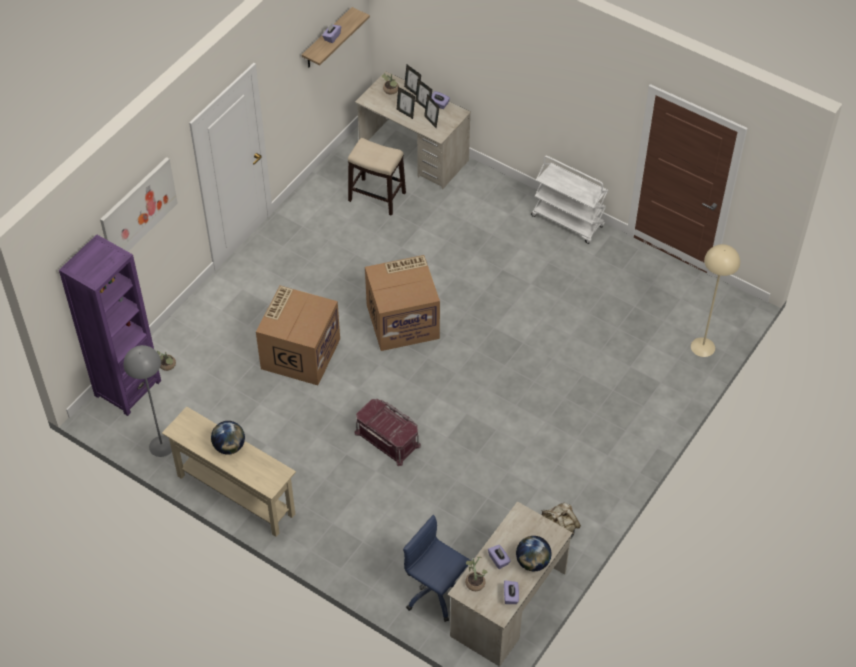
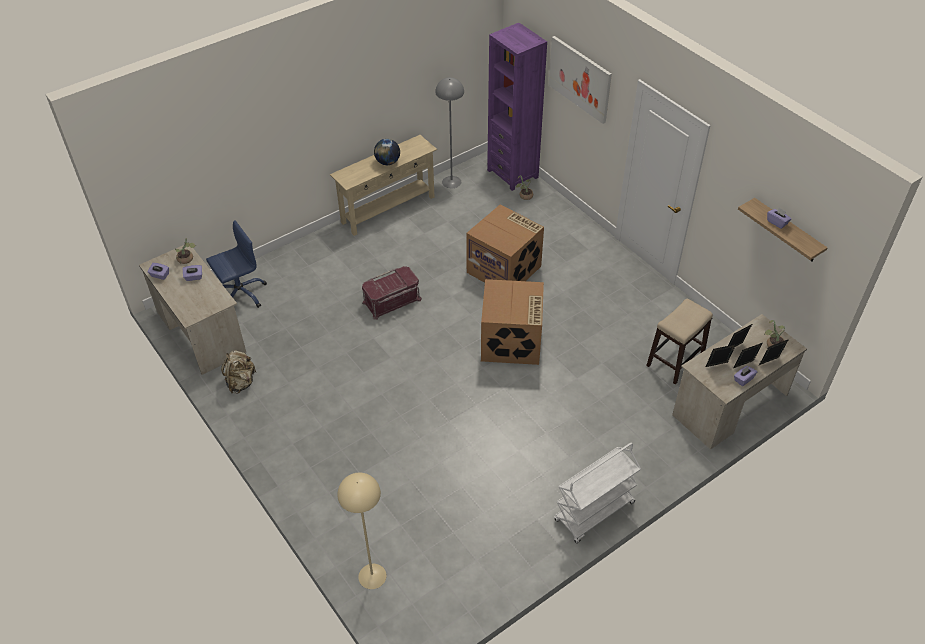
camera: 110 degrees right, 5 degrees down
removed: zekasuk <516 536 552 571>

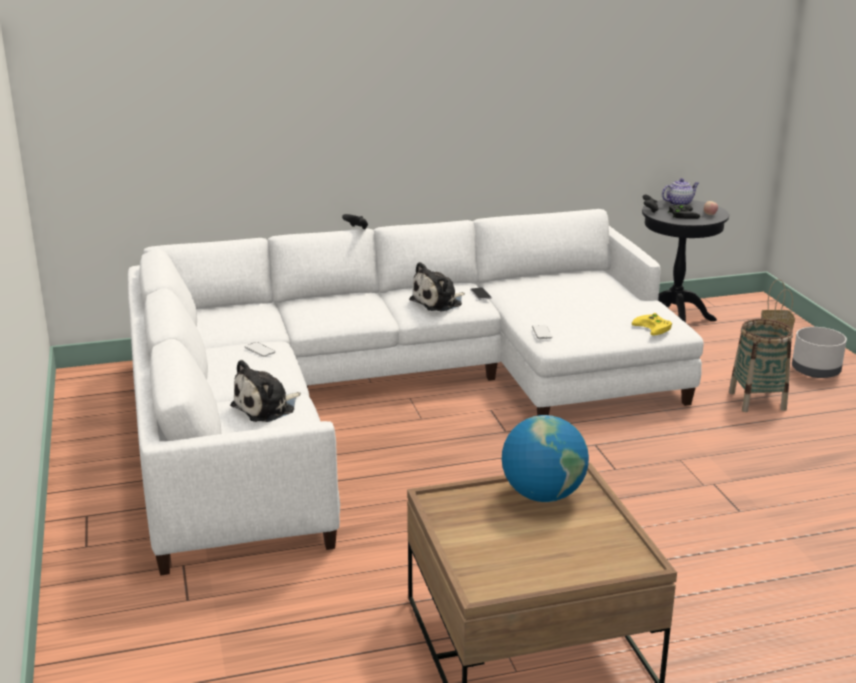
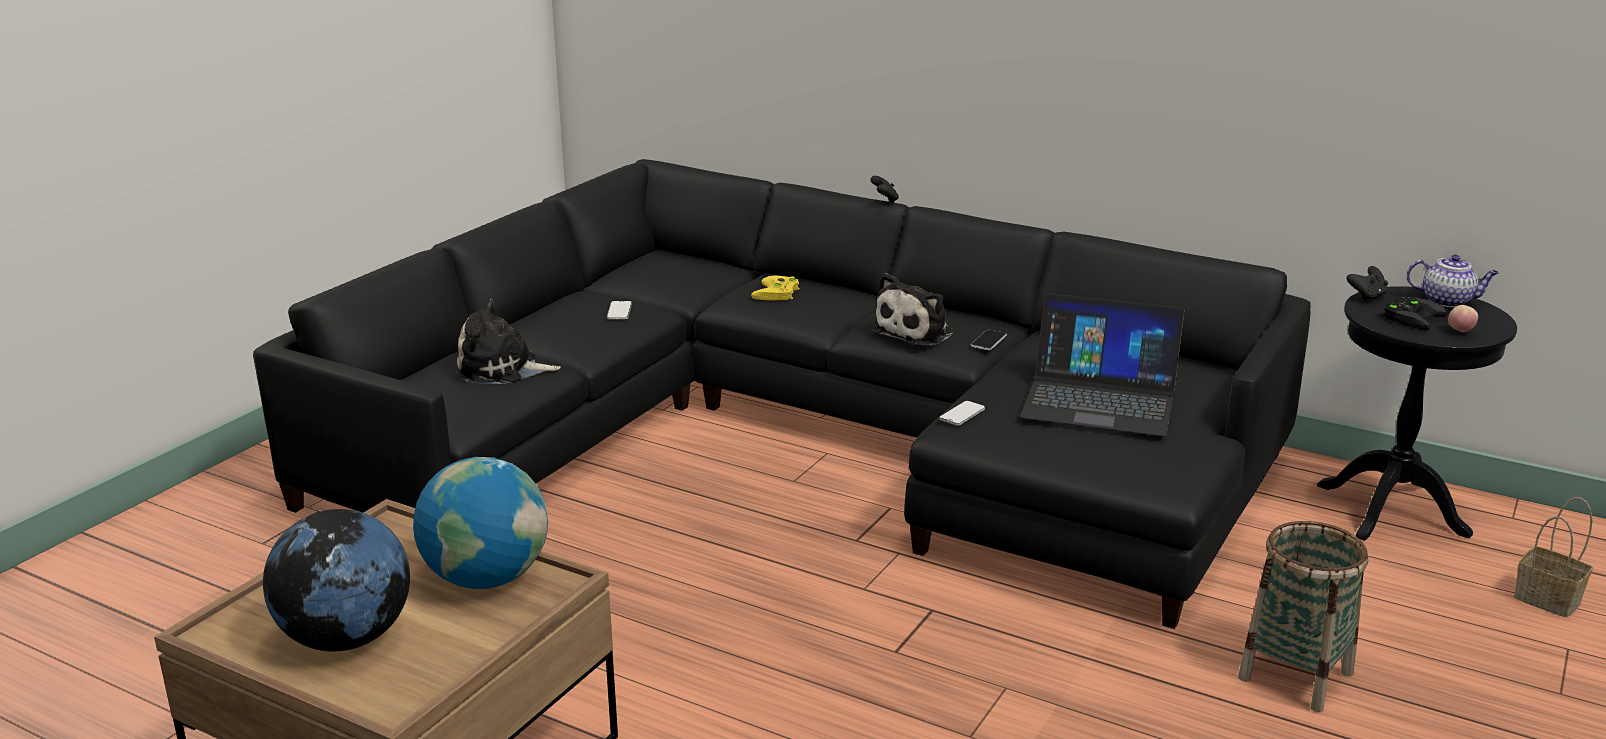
camera: 45 degrees right, 0 degrees up
removed: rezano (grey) <792 327 847 378>
added: zekasuk <263 509 410 651>; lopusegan <1020 293 1185 436>
moved: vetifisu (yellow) <632 313 672 336> to <751 275 799 300>
recoloured: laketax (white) <127 209 704 576> to laketax (black) <253 159 1310 629>
turned: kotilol <409 262 465 312> = <871 273 954 346> 60 degrees counterclockwise

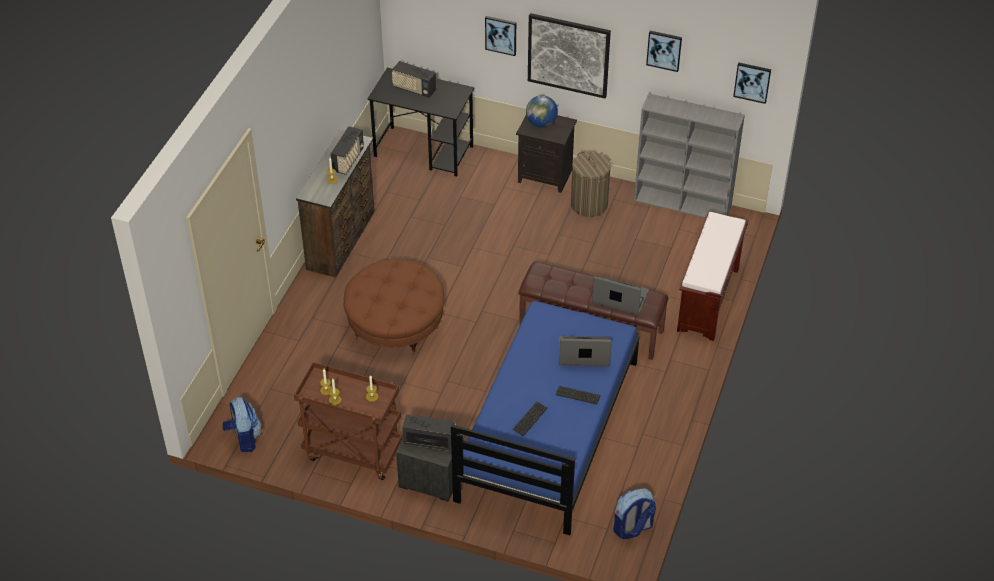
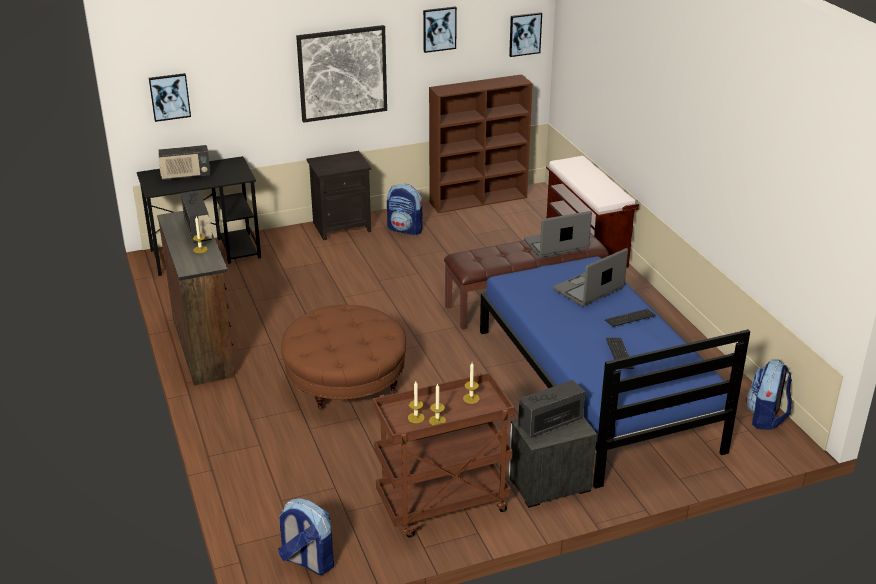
camera: 40 degrees left, 15 degrees down
removed: zekasuk <526 95 558 127>
moved: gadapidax <485 16 516 56> to <149 73 191 122>
replaced: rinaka <571 152 611 217> to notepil <387 184 423 235>
recoloured: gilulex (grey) <634 93 745 218> to gilulex (brown) <429 74 533 213>

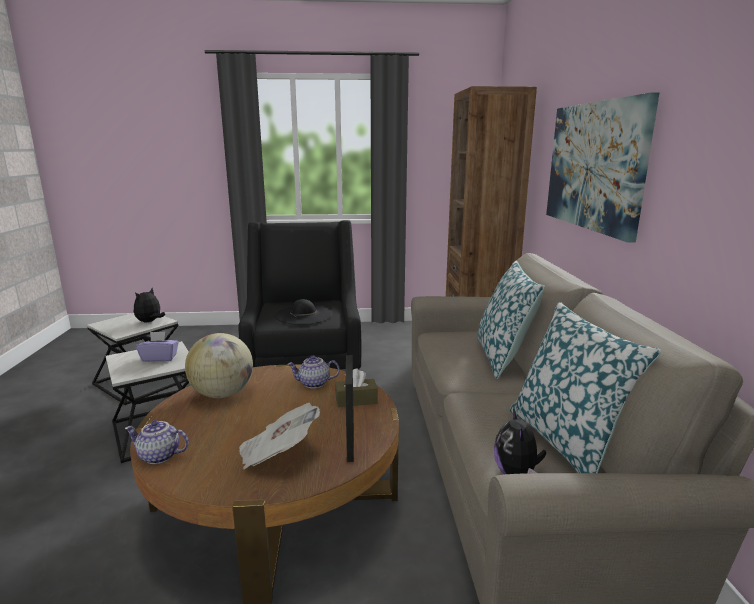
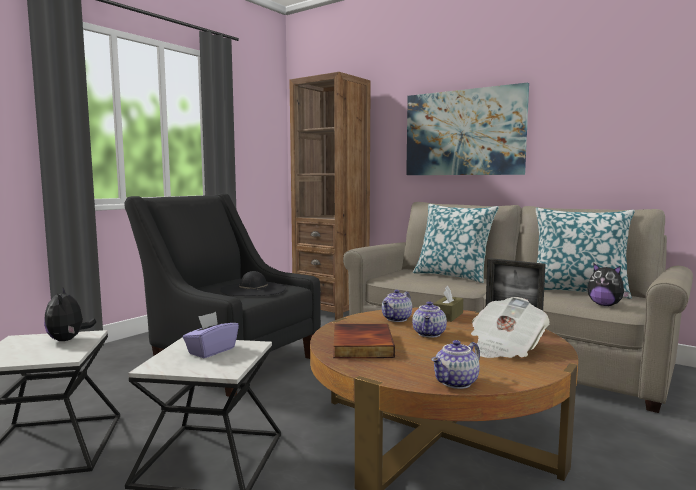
camera: 50 degrees left, 10 degrees down
added: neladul <412 301 447 338>
replaced: zekasuk <185 333 253 398> to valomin <333 324 395 358>

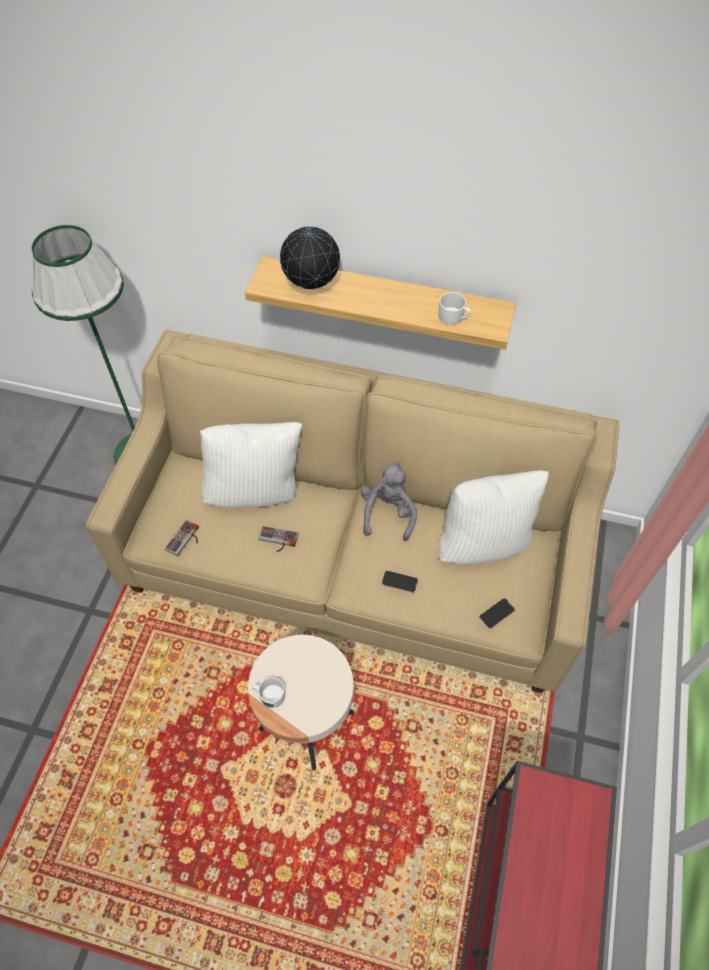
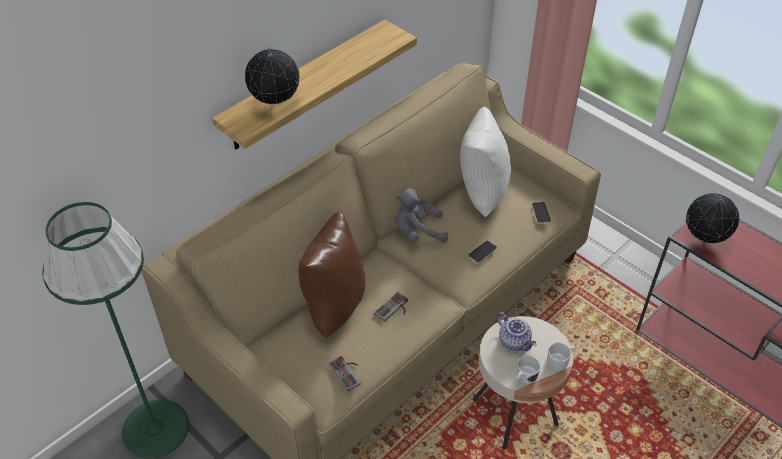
camera: 60 degrees left, 10 degrees down
added: neladul <497 312 537 351>; zekasuk <686 193 739 243>
moved: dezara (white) <438 292 471 325> to <547 342 575 370>
recoloured: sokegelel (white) <200 422 302 508> to sokegelel (brown) <298 211 366 339>
turned: kotilol (grey) <361 462 417 541> = <395 188 448 243> 45 degrees counterclockwise

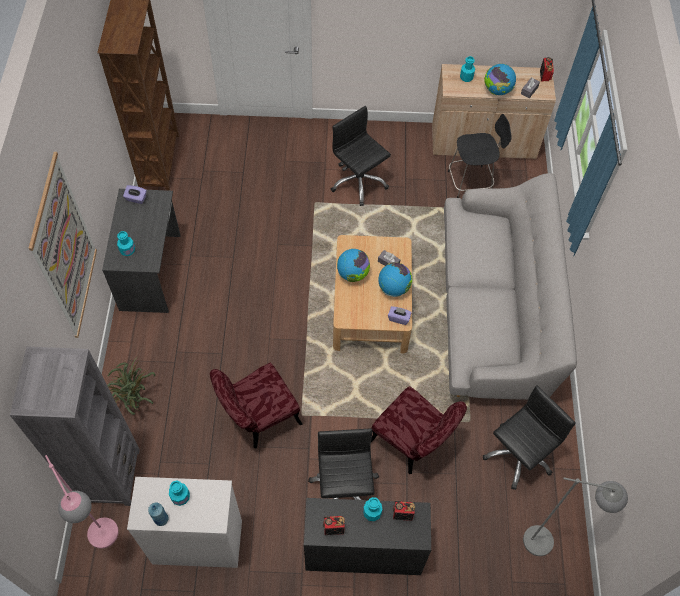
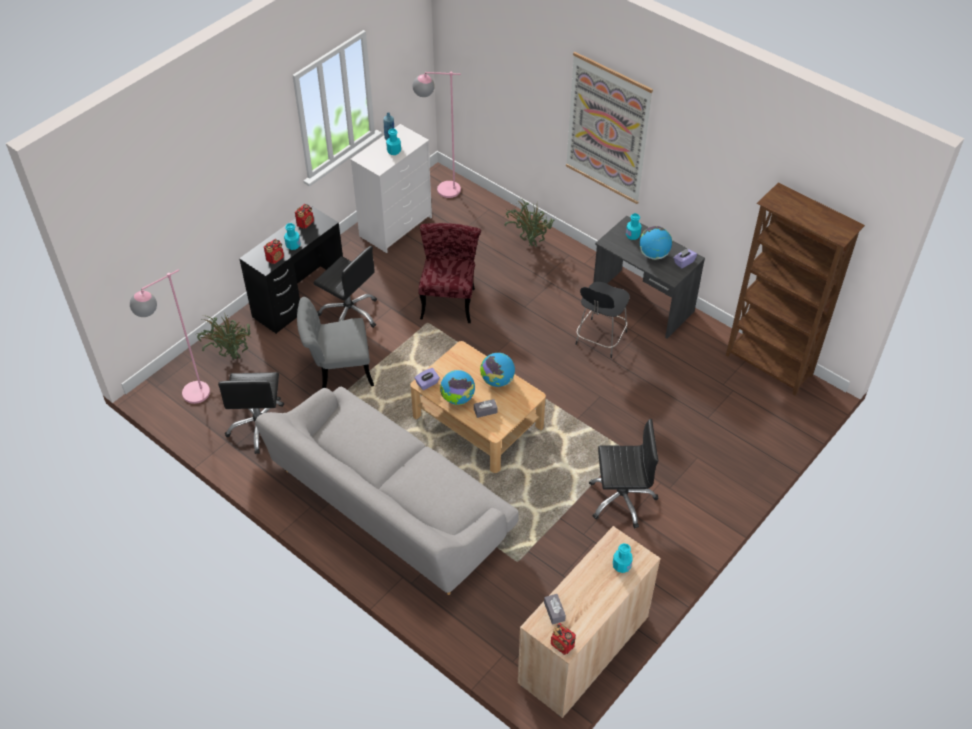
camera: 130 degrees right, 10 degrees down
removed: gilulex (grey) <10 347 140 506>
added: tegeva <197 313 251 360>
moved: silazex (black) <448 114 512 198> to <575 282 630 358>; zekasuk <484 64 516 95> to <640 226 672 260>
recoloured: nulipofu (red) <371 386 467 474> to nulipofu (grey) <297 297 374 388>; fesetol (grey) <523 477 628 556> to fesetol (pink) <130 270 210 404>

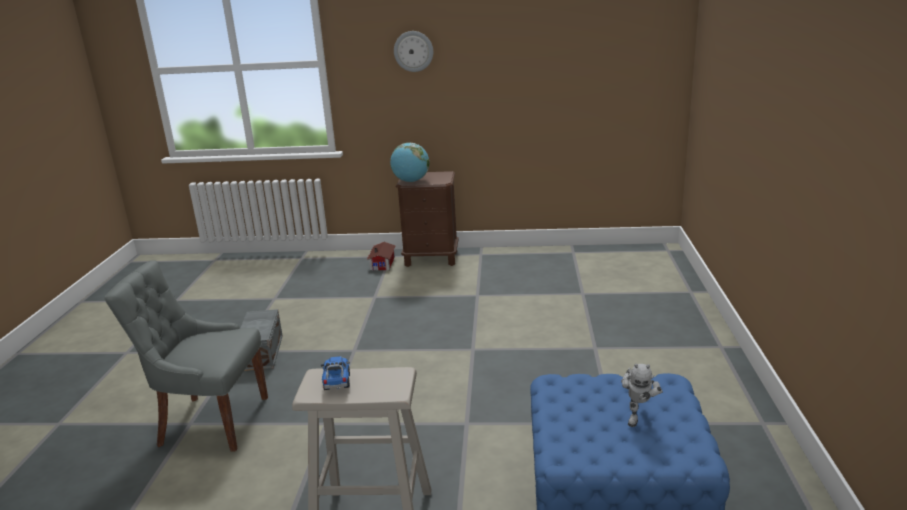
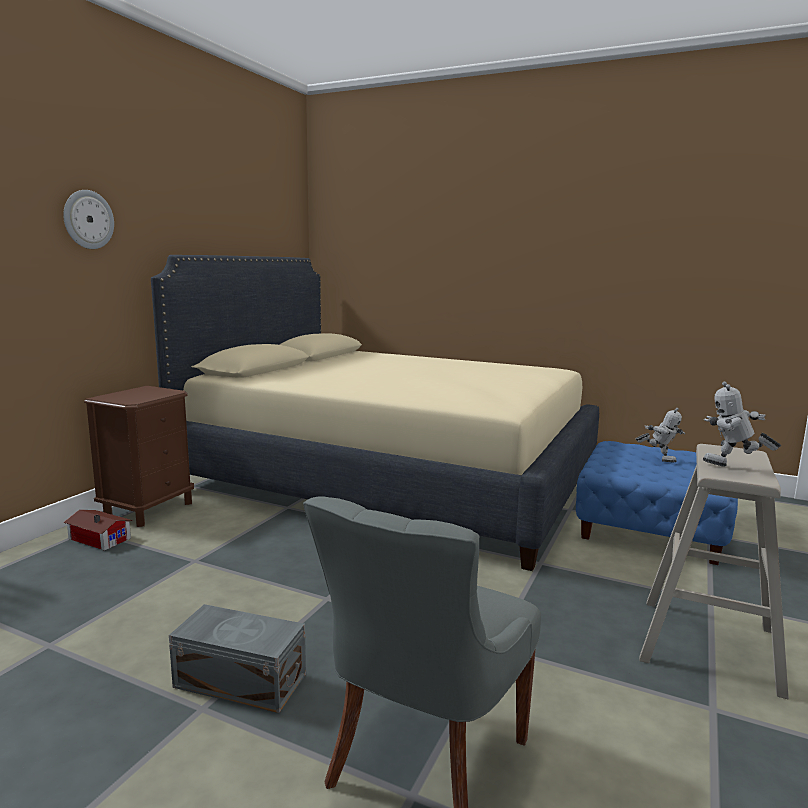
camera: 70 degrees left, 10 degrees down
removed: zekasuk <390 143 430 182>
added: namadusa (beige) <151 255 599 571>
replaced: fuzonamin <321 356 350 390> to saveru <703 382 781 467>

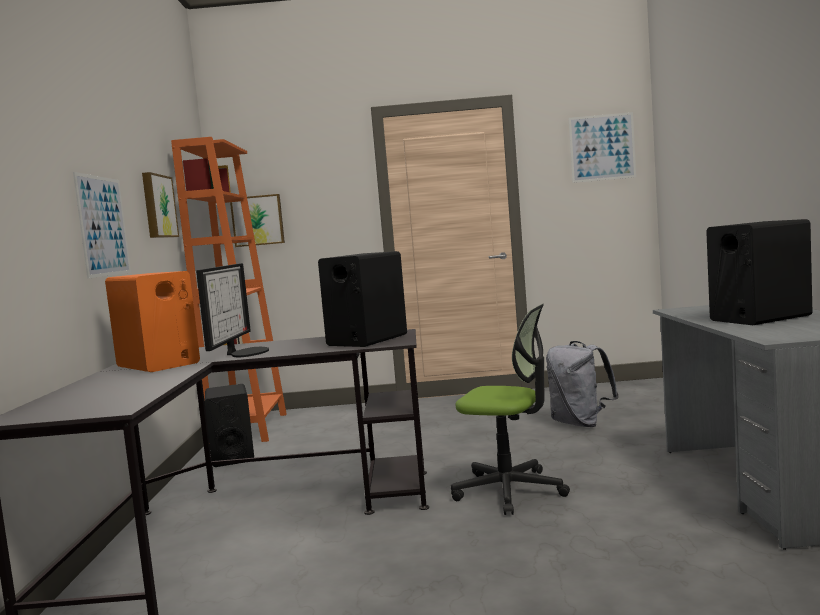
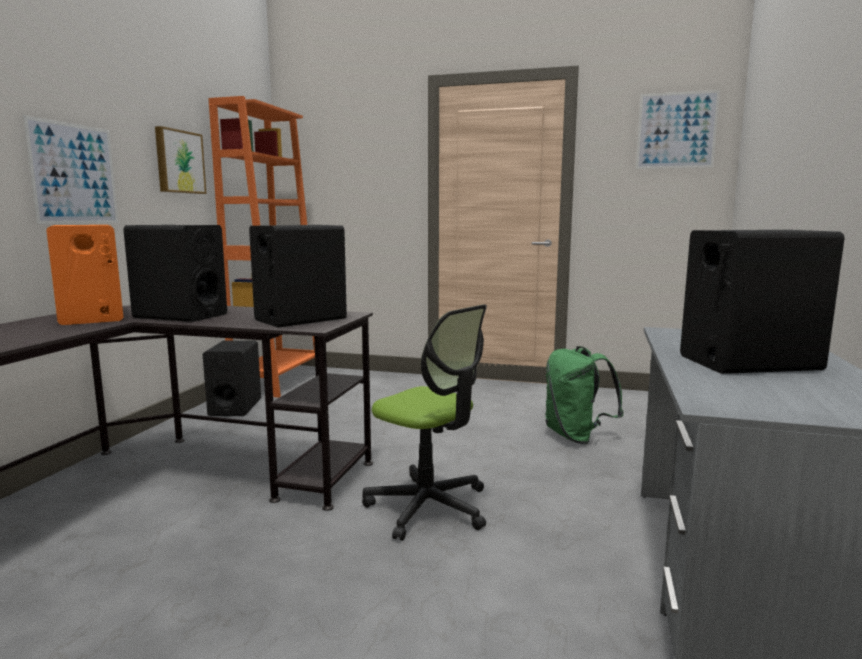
camera: 15 degrees right, 5 degrees up
removed: gadapidax <230 194 285 247>
replaced: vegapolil <196 263 269 358> to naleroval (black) <123 225 227 322>
recoloured: notepil (grey) <546 341 619 427> to notepil (green) <545 346 624 444>

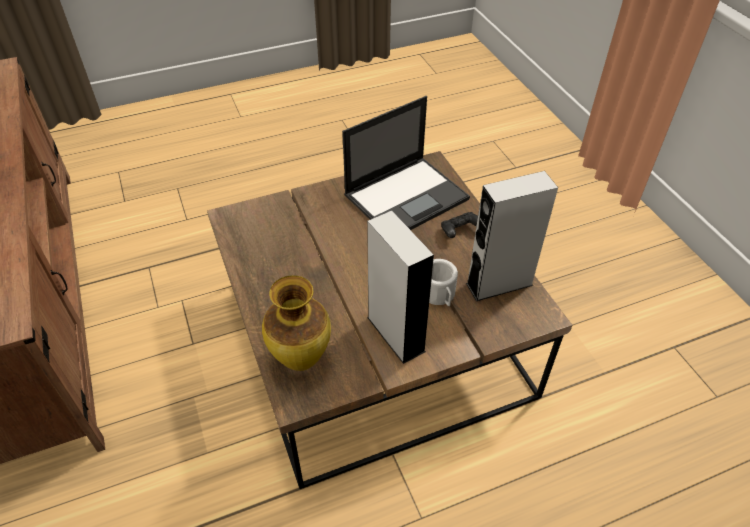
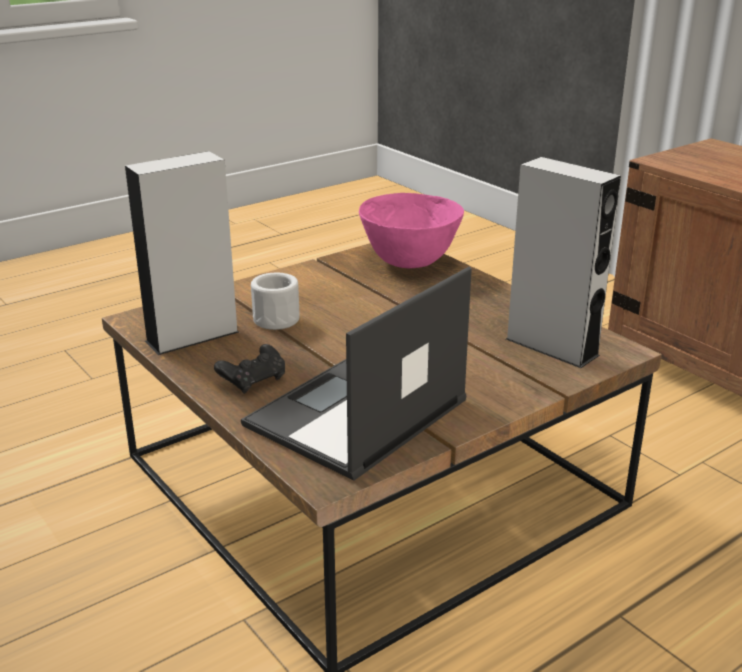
camera: 165 degrees right, 20 degrees down
moved: naleroval (grey) <367 211 434 364> to <506 157 621 368>
replaced: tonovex <262 275 331 371> to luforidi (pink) <359 193 464 268>

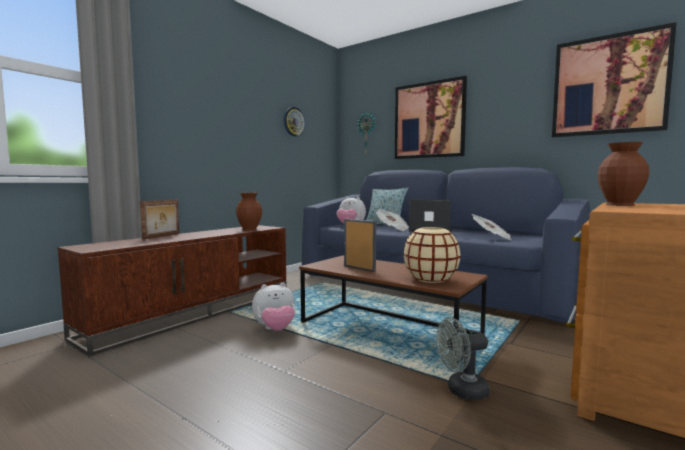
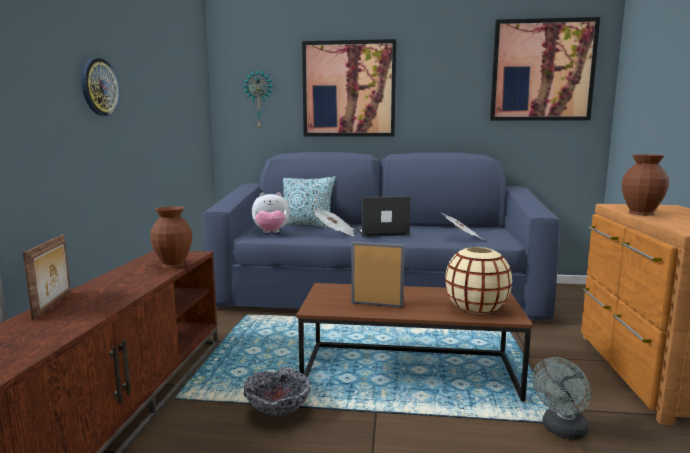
camera: 30 degrees left, 5 degrees up
moved: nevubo <284 107 305 137> to <81 58 120 116>
replaced: kotilol <252 283 295 331> to luforidi <244 367 312 416>

